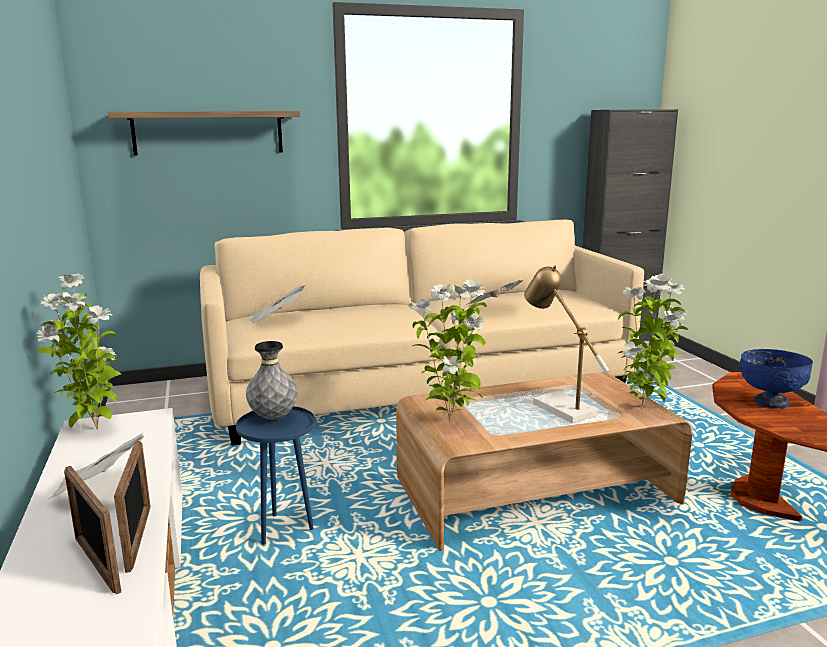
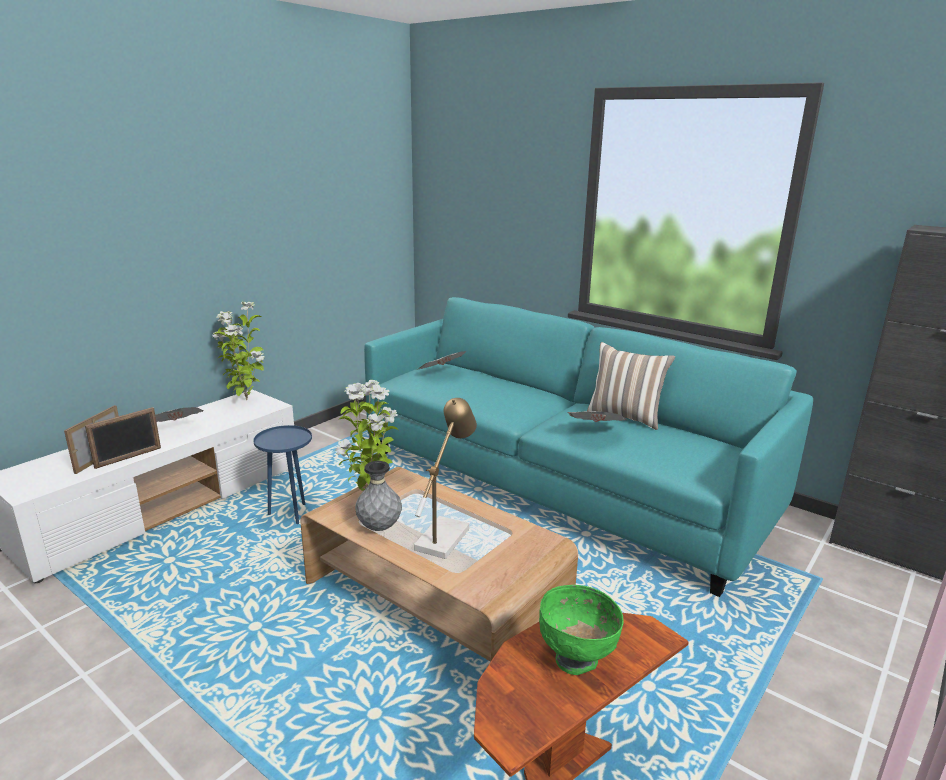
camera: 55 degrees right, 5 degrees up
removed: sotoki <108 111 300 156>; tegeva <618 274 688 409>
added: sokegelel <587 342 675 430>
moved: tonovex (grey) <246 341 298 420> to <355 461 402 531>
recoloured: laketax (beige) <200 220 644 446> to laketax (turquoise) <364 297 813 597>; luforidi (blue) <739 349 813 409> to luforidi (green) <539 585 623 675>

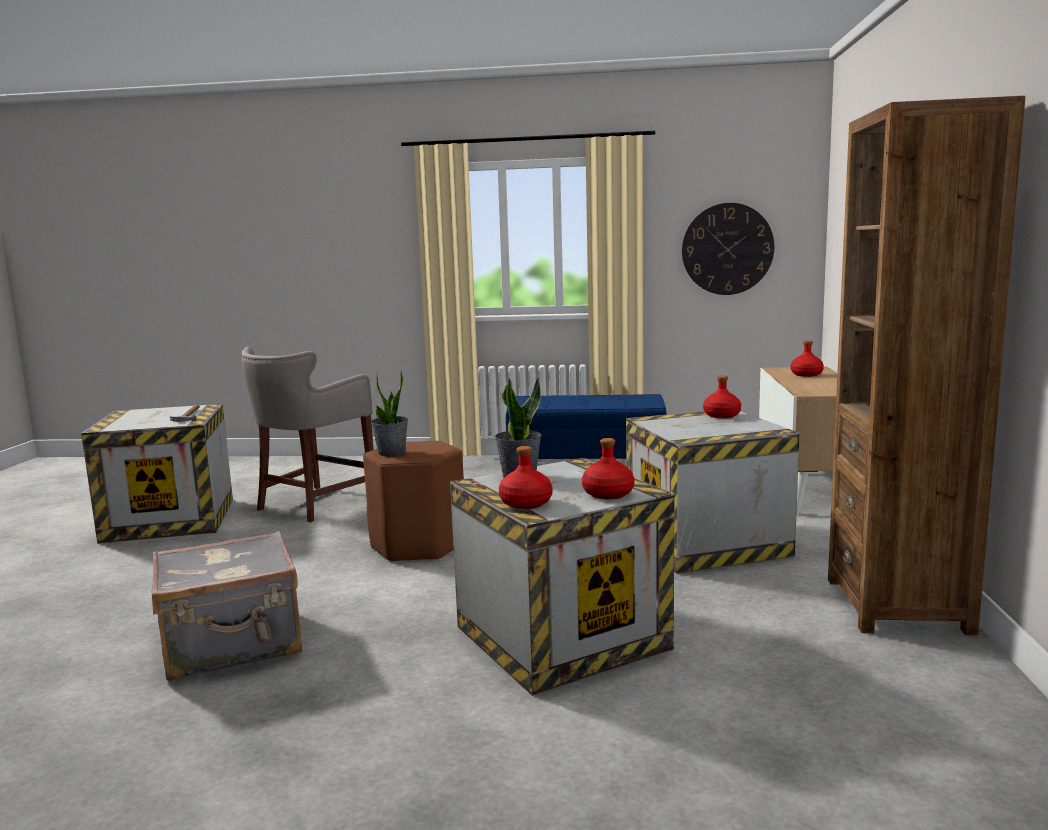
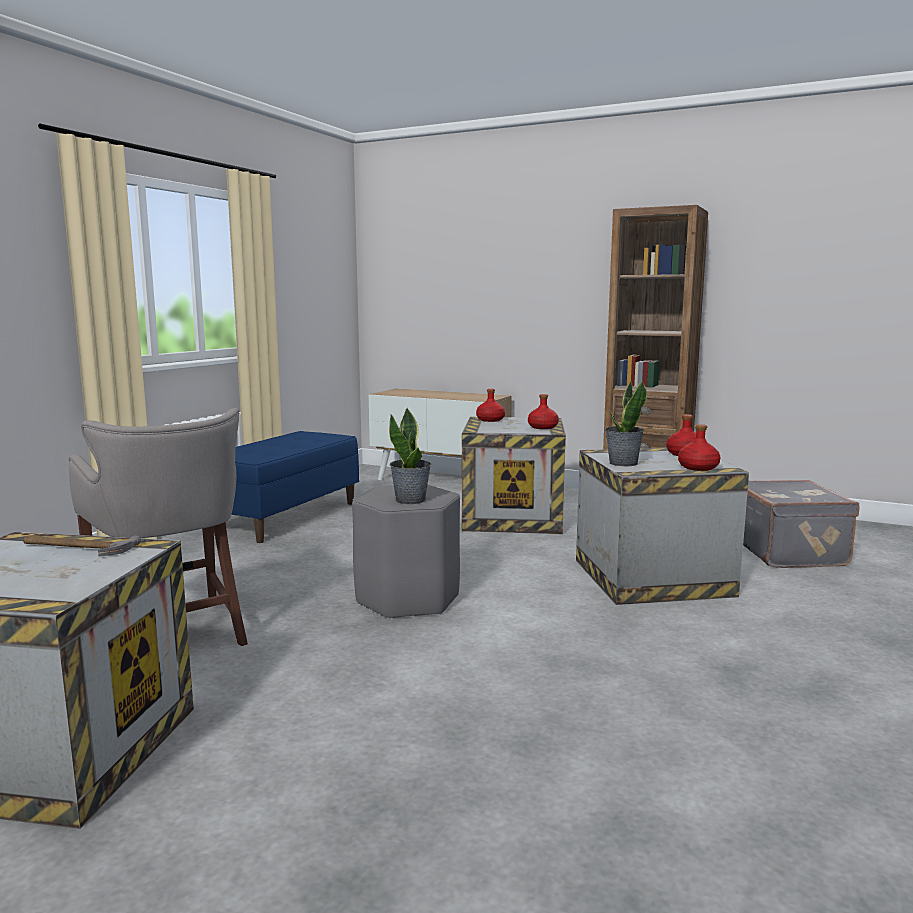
camera: 70 degrees left, 0 degrees up
removed: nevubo <682 203 774 295>
moved: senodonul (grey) <152 531 302 681> to <743 480 860 568>; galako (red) <791 341 824 377> to <528 394 559 429>
recoloured: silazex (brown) <363 441 464 562> to silazex (grey) <352 485 460 619>

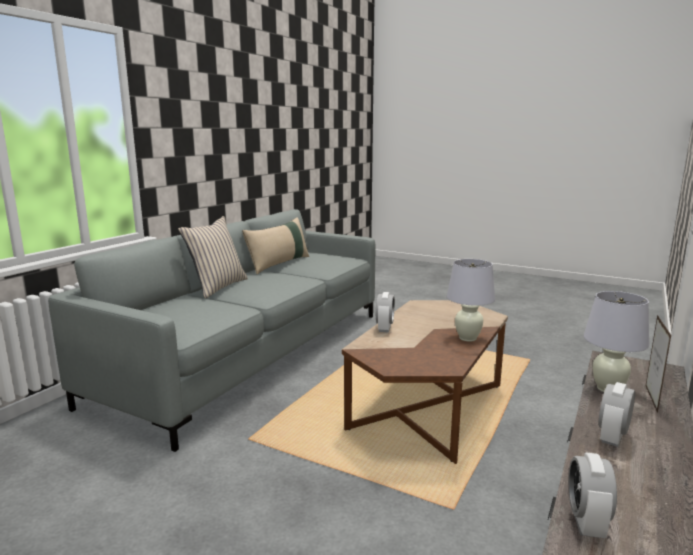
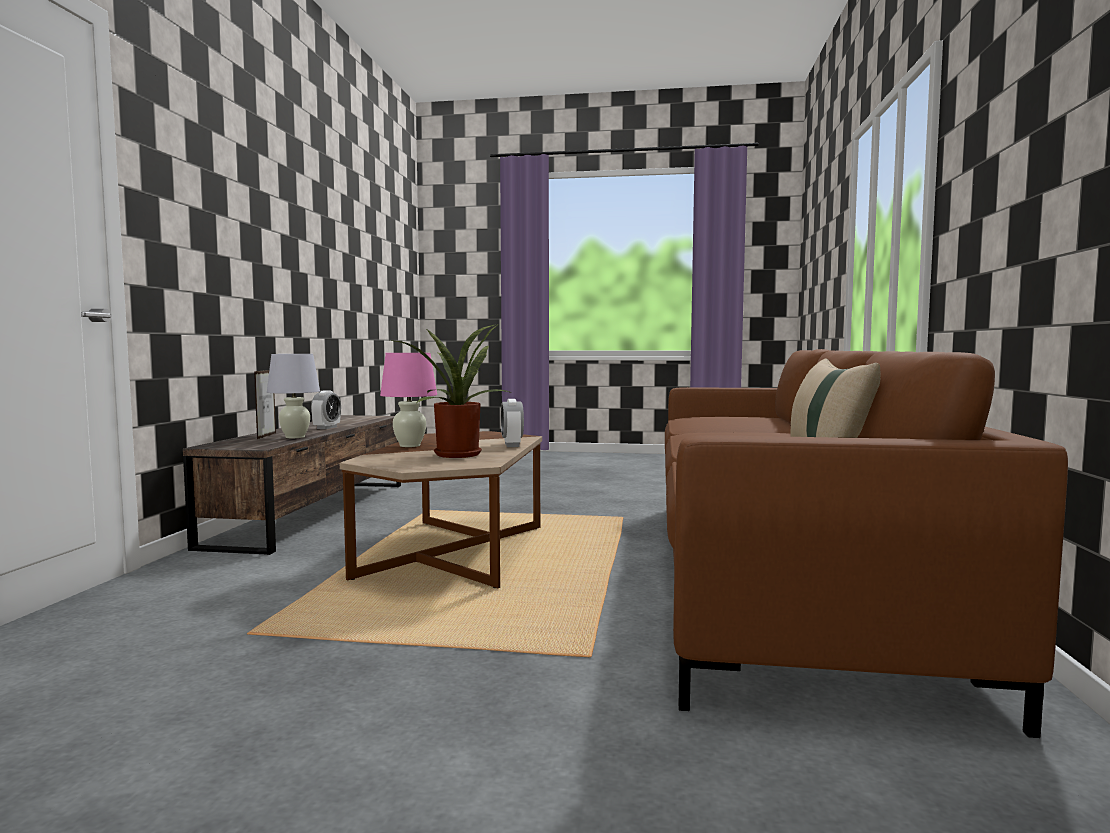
camera: 160 degrees right, 10 degrees down
removed: sokegelel (beige) <178 216 248 298>; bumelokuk <569 453 617 538>
added: tegeva <390 323 514 458>
recoloured: laketax (grey) <48 209 375 452> to laketax (brown) <665 349 1068 738>; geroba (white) <447 259 495 342> to geroba (pink) <380 353 437 447>

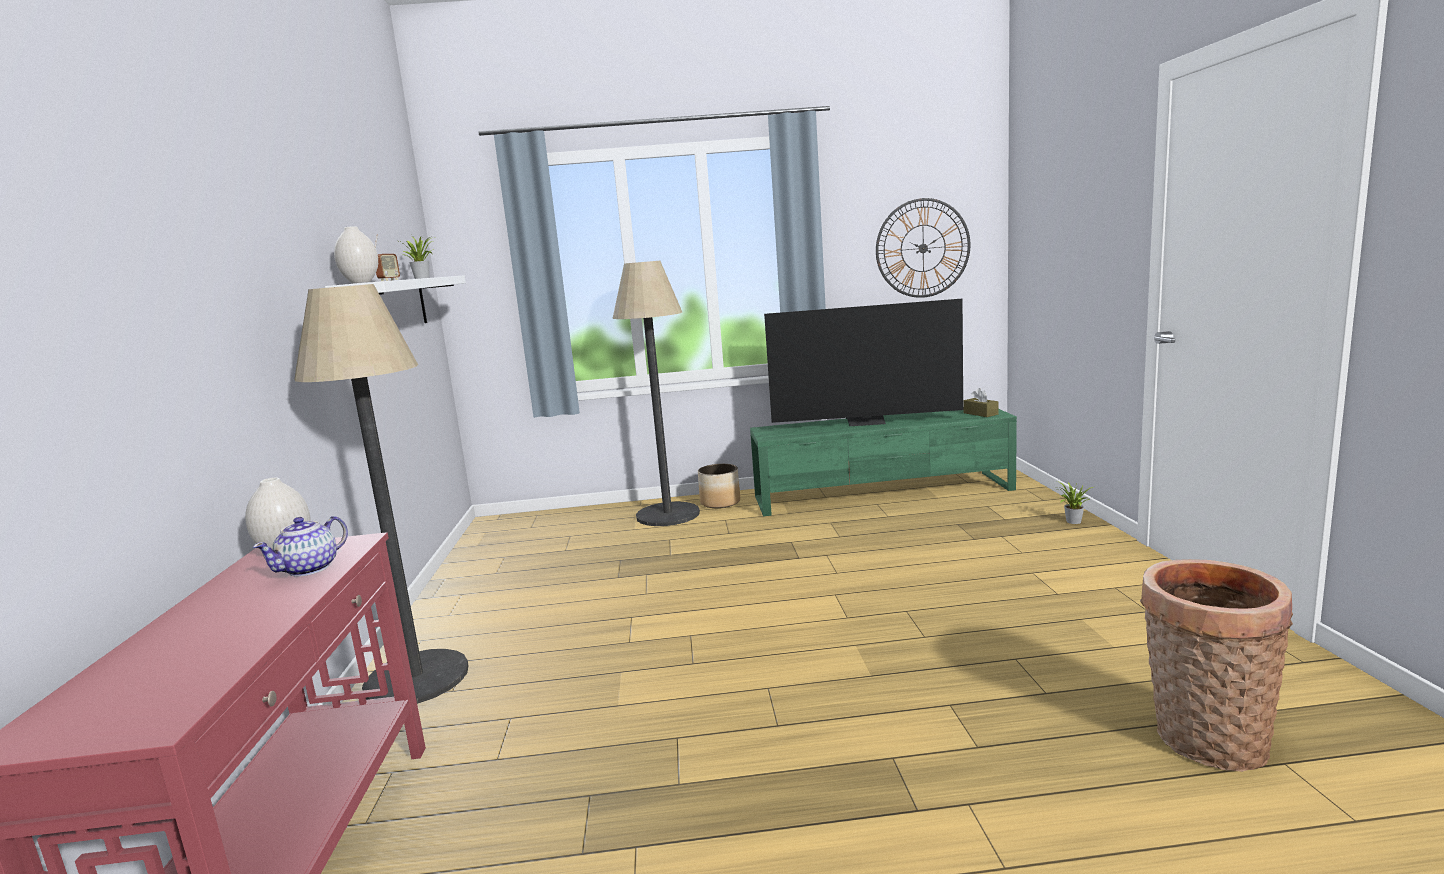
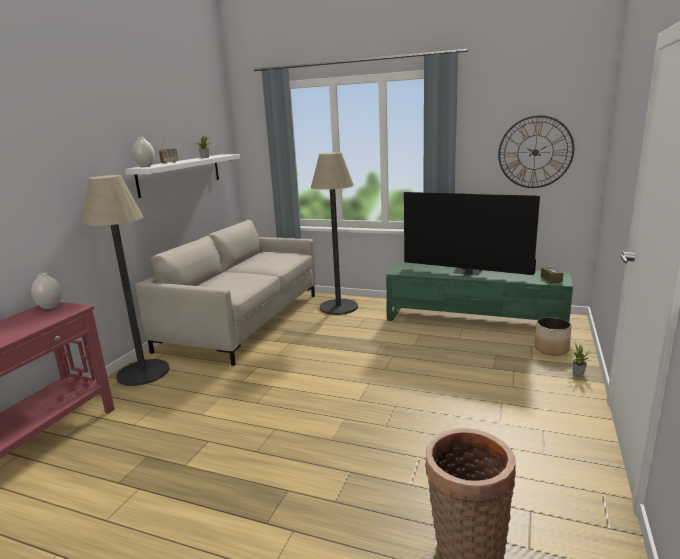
camera: 25 degrees right, 5 degrees up
removed: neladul <253 516 348 577>
added: laketax (beige) <135 220 316 366>
moved: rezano <698 464 740 508> to <534 317 572 355>

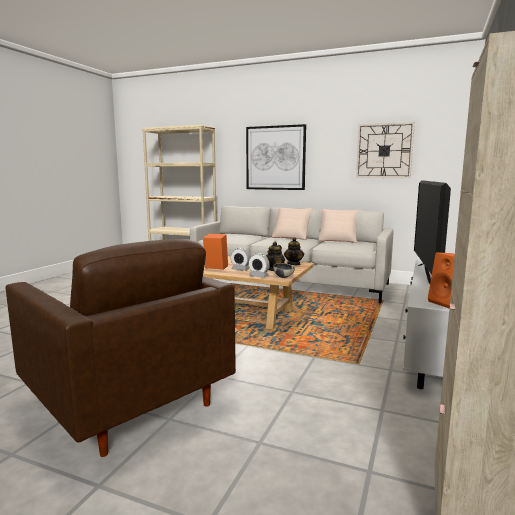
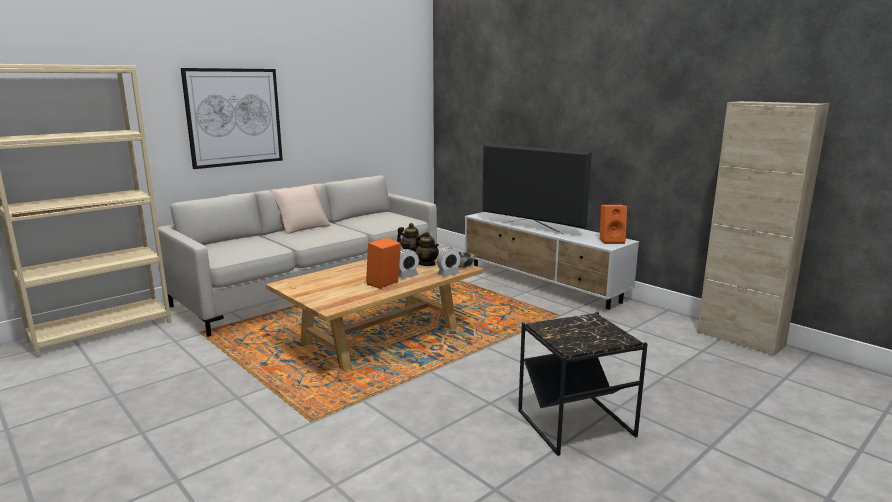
camera: 65 degrees left, 5 degrees up
removed: sokegelel (beige) <318 209 360 243>; nevubo <356 122 415 178>
replaced: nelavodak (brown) <6 239 236 457> to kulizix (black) <518 312 648 456>

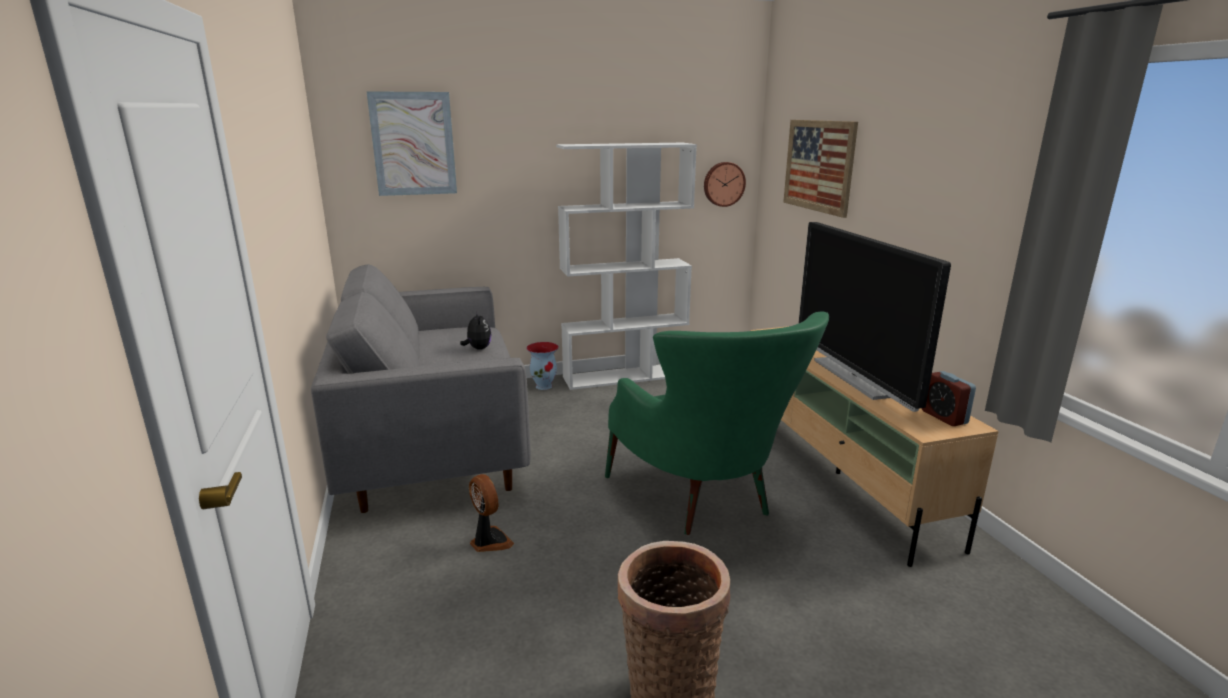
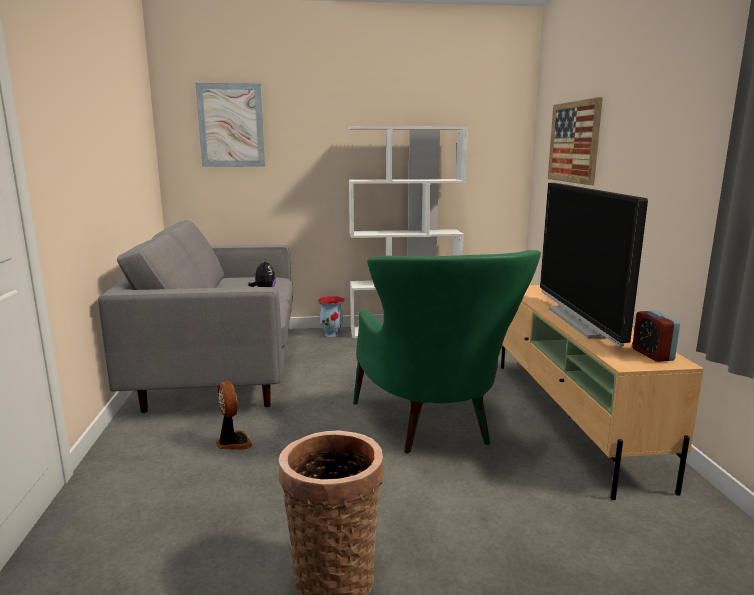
camera: 10 degrees right, 5 degrees down
removed: nevubo <704 162 746 207>

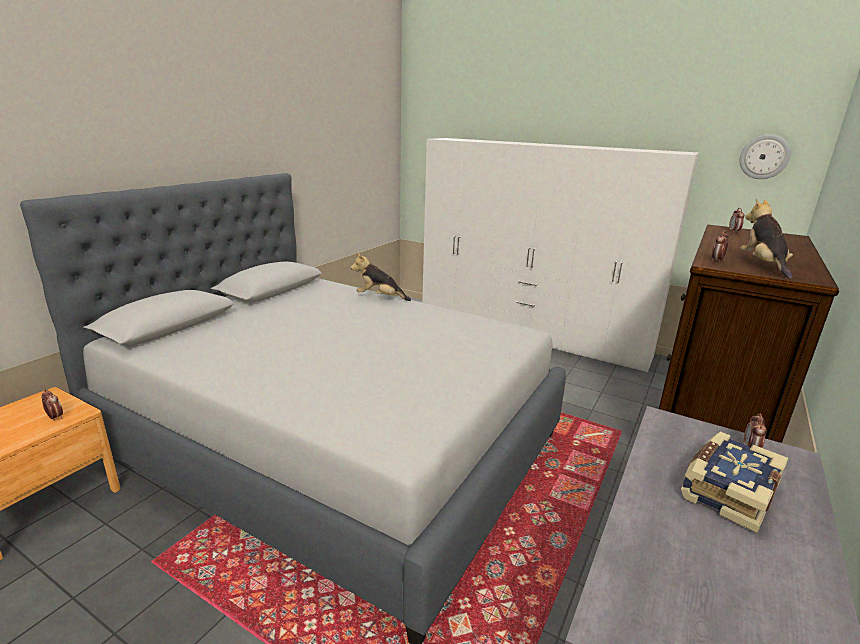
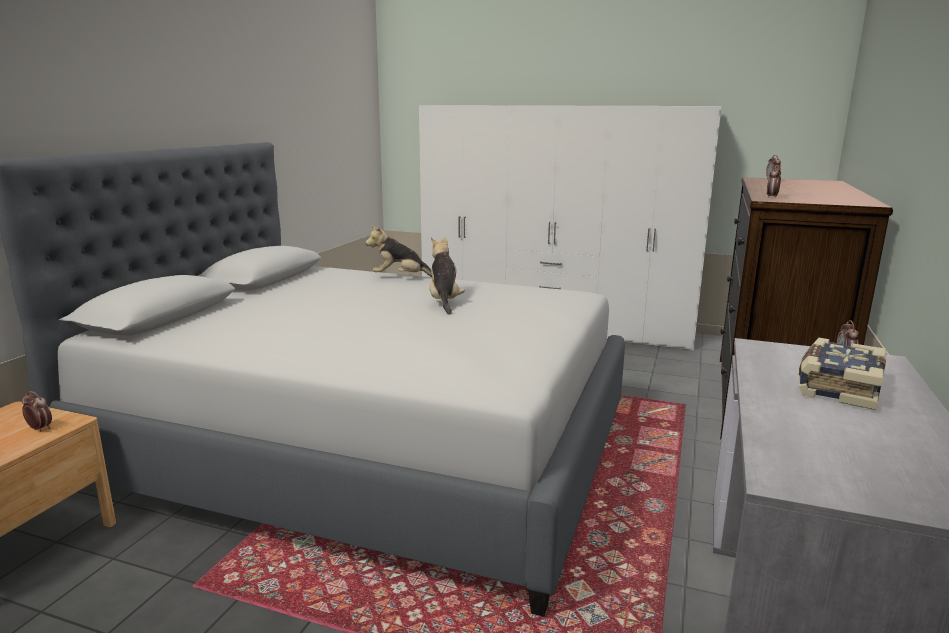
camera: 10 degrees left, 5 degrees down
removed: nevubo <739 134 791 179>
moved: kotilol <741 198 793 279> to <429 237 465 314>

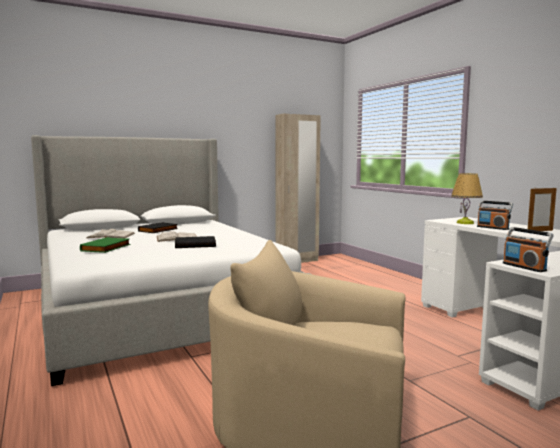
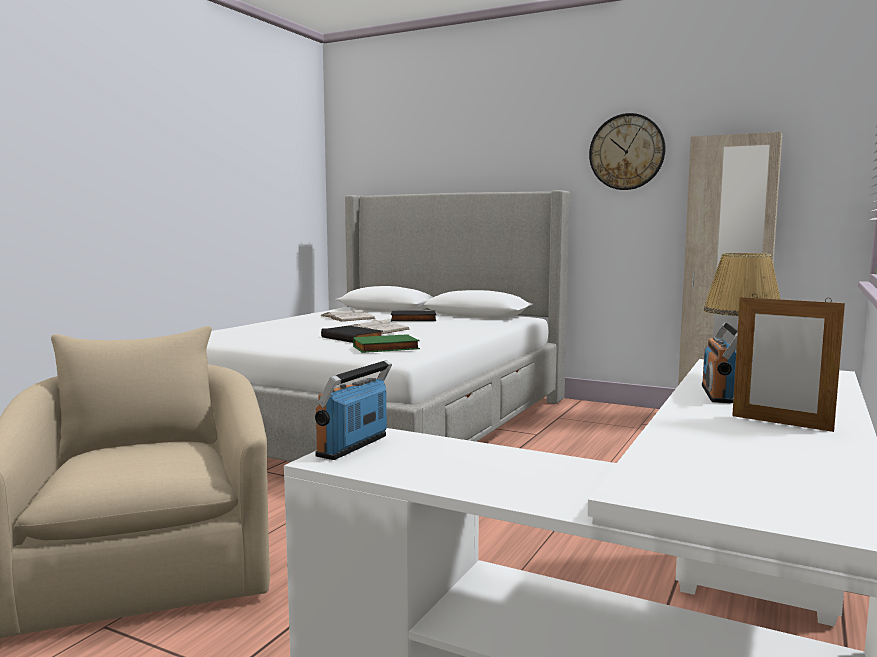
camera: 55 degrees right, 0 degrees up
added: nevubo <589 113 666 190>
moved: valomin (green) <80 237 130 253> to <353 334 420 353>

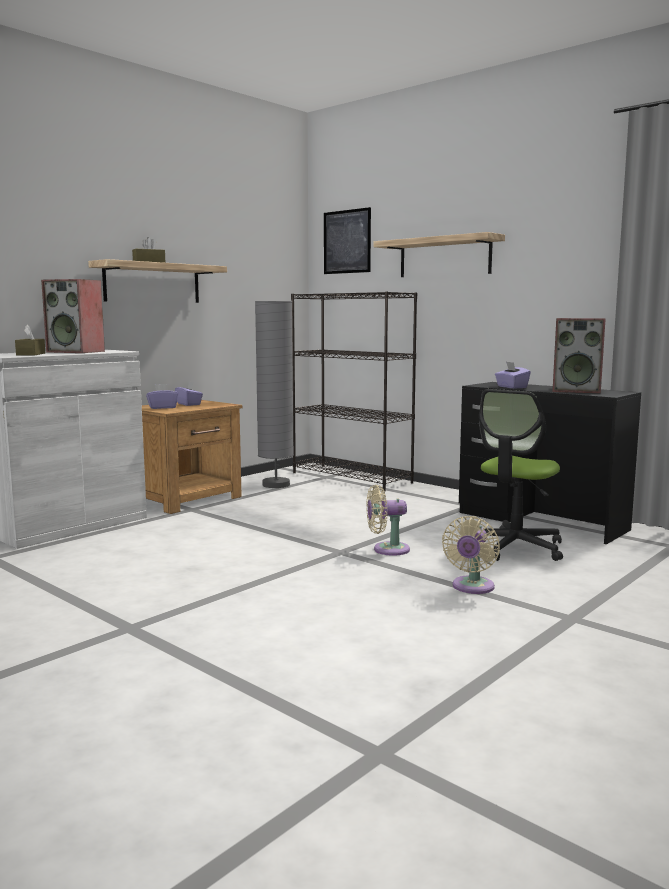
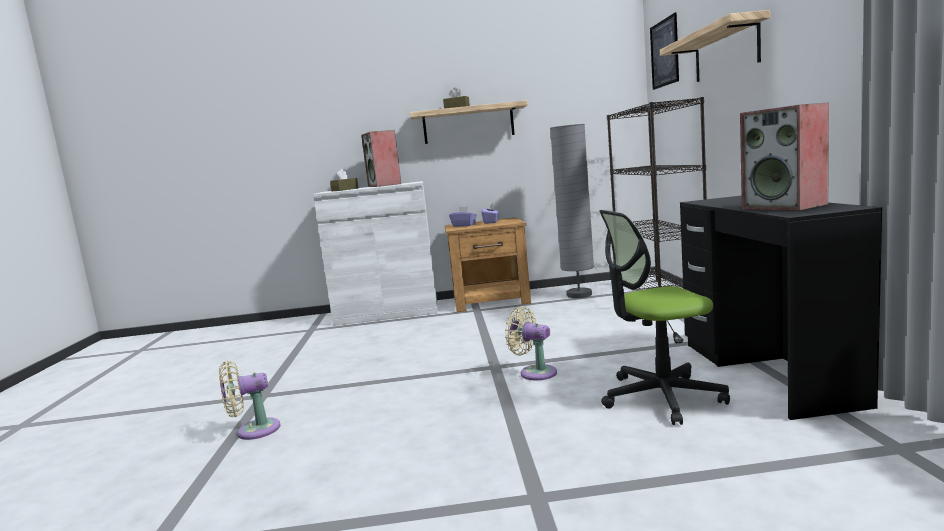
camera: 45 degrees right, 0 degrees up
removed: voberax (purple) <495 362 531 389>
moved: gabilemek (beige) <442 516 500 594> to <219 361 281 440>

